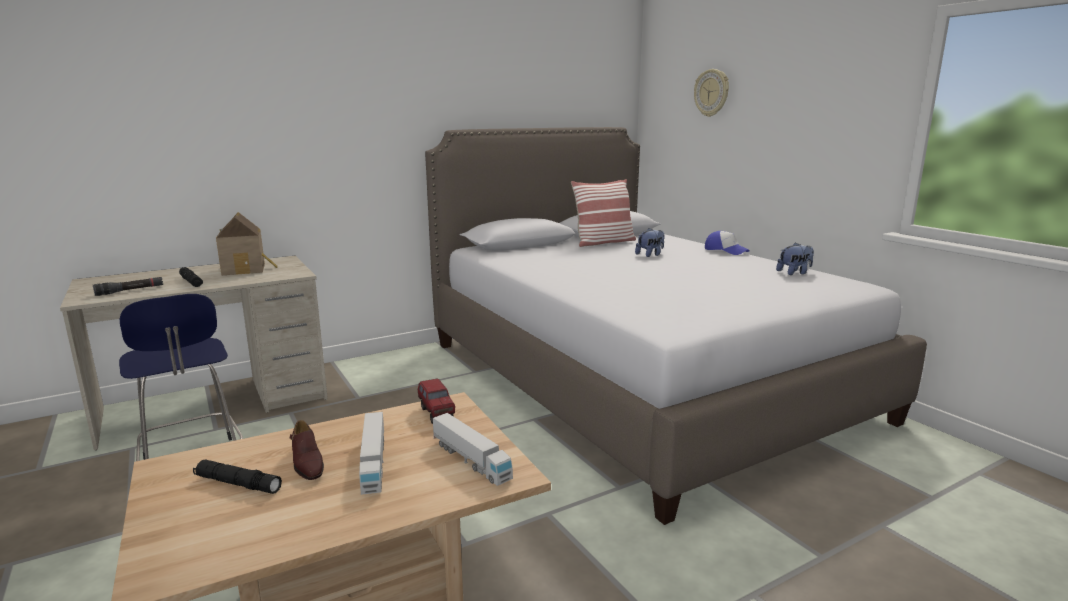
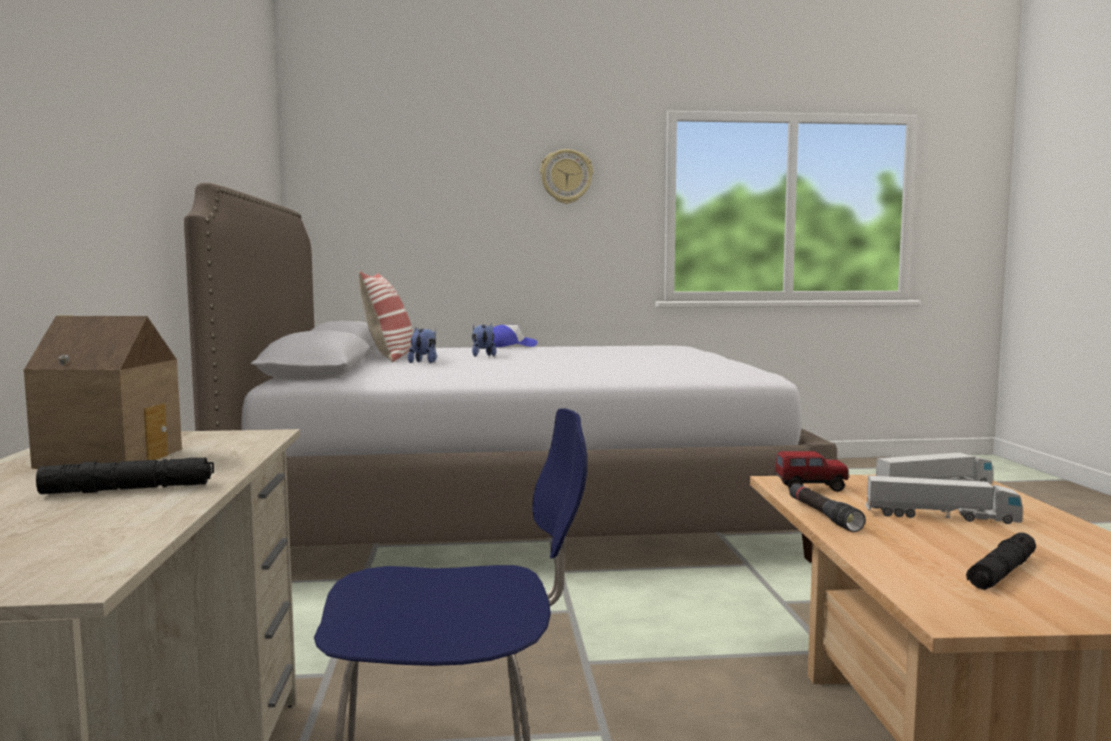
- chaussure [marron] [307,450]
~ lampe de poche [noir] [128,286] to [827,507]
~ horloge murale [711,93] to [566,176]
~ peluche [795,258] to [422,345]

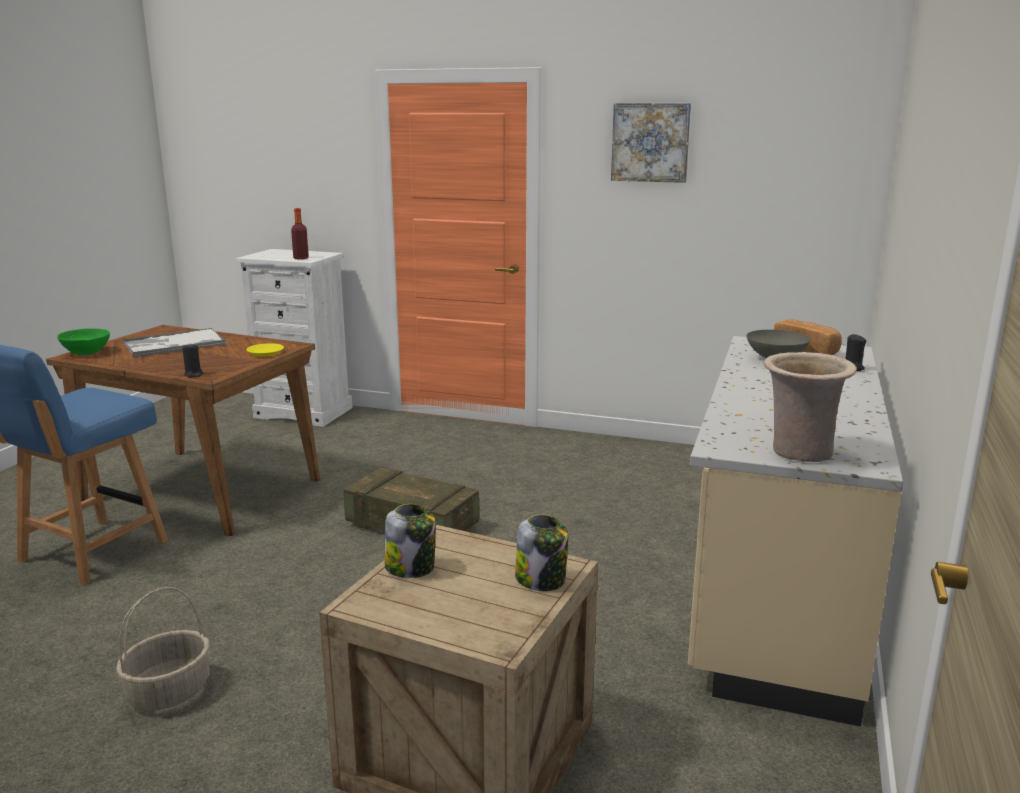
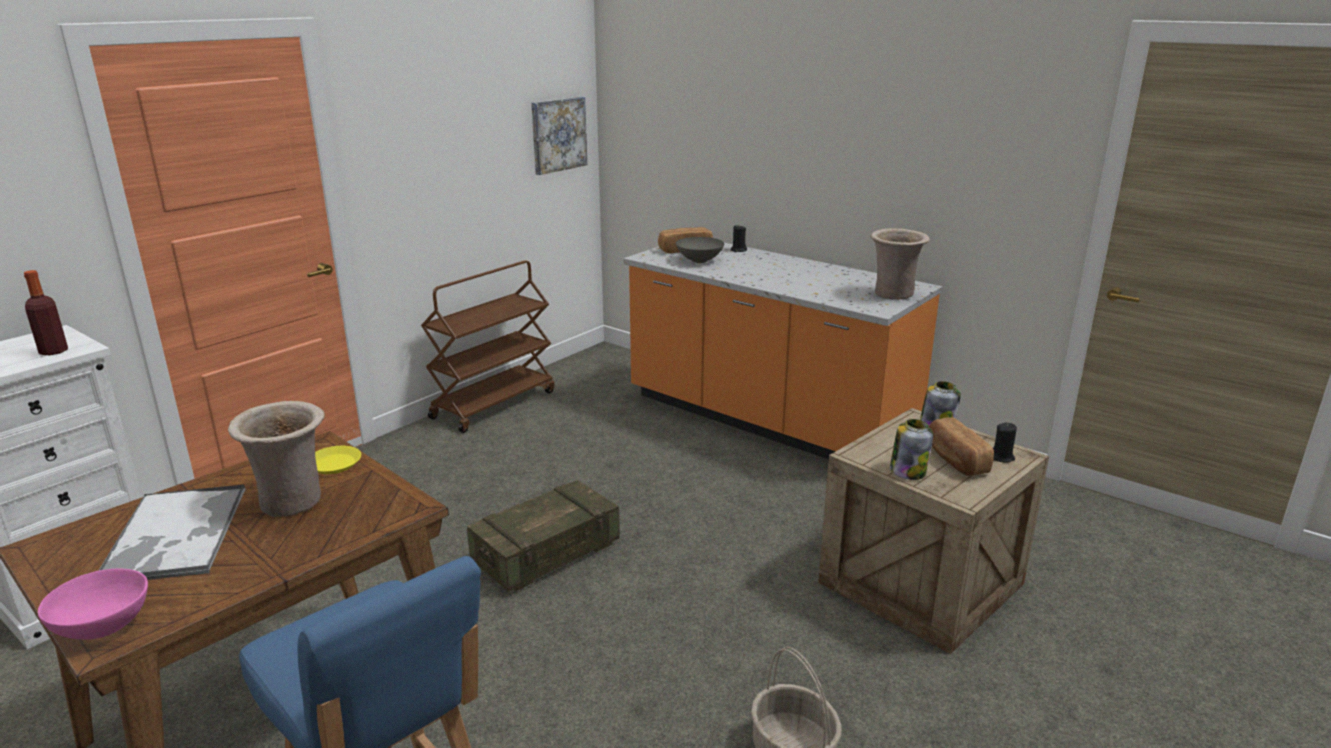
+ vase [beige] [276,459]
+ chariot [marron] [488,346]
+ pain [961,446]
~ bougie [noir] [192,360] to [1005,443]
~ tableau [651,143] to [559,135]
~ bol [vert] [83,341] to bol [rose] [93,604]
~ comptoir de cuisine [beige] [795,531] to comptoir de cuisine [orange] [782,351]

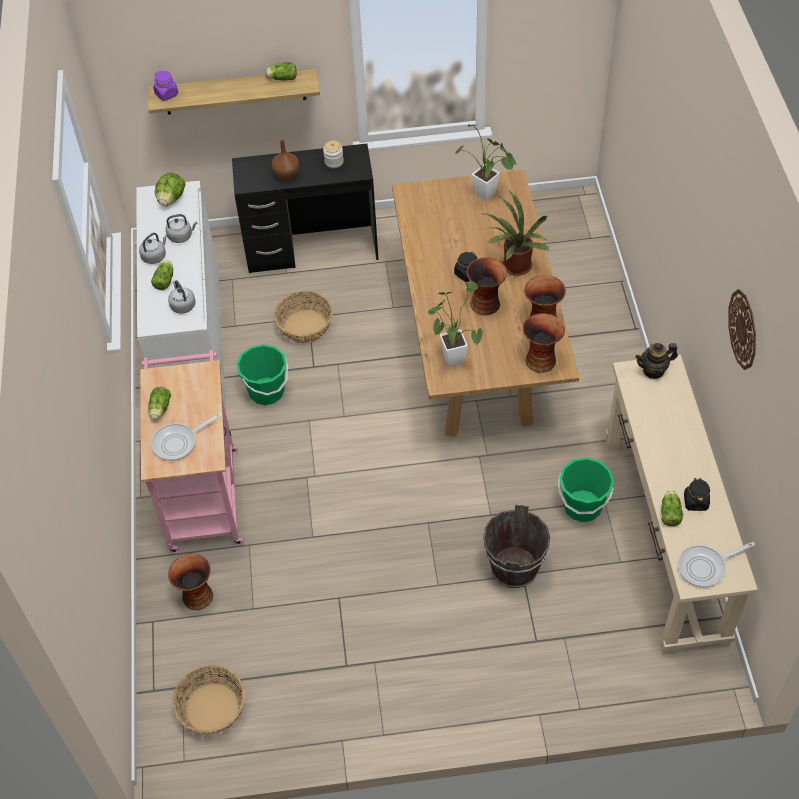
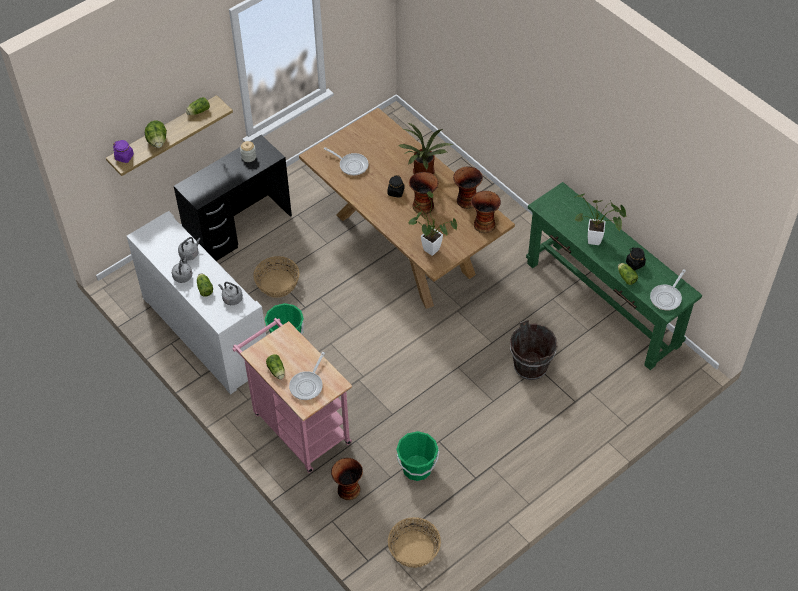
- vase [marron] [285,160]
- théière [656,361]
- horloge murale [742,329]
+ poêle [346,161]
~ laitue [170,190] to [156,134]
~ plante en pot [486,162] to [600,219]
~ seau [vert] [586,489] to [417,456]
~ table console [beige] [681,505] to table console [vert] [614,276]

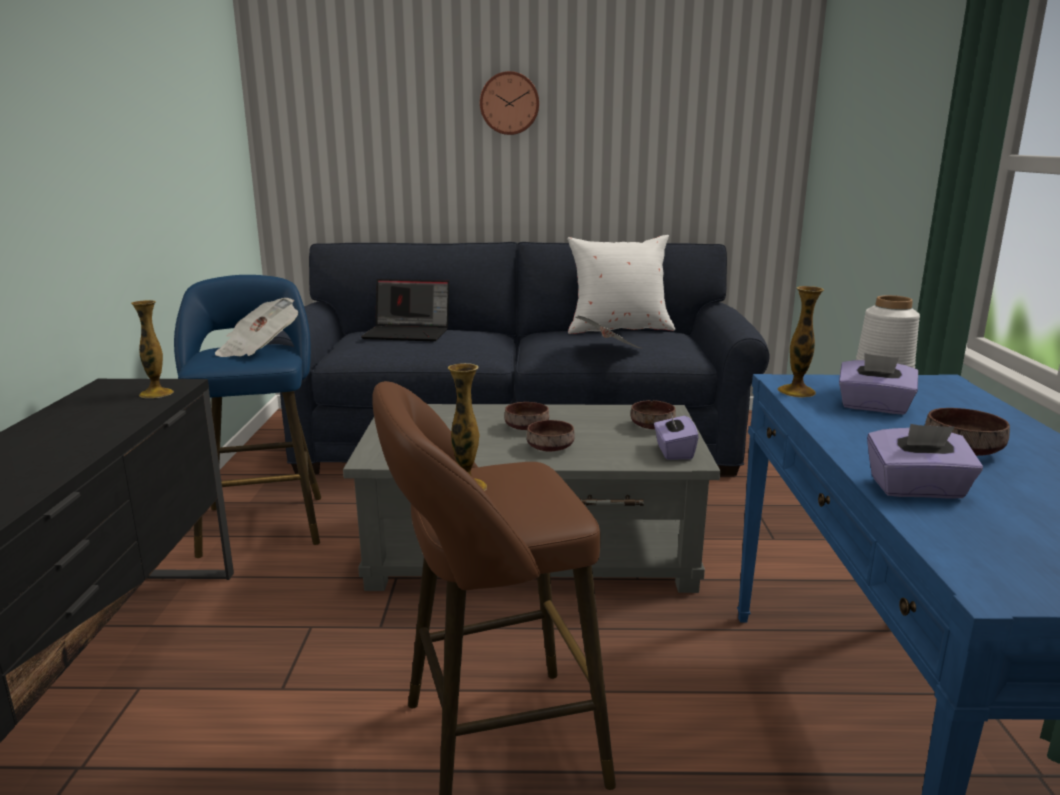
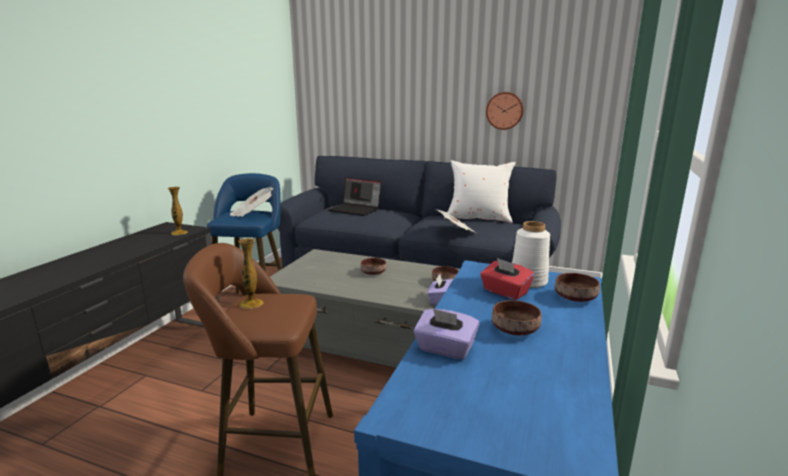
- vase [801,342]
~ horloge murale [509,103] to [505,111]
~ bol [marron] [551,435] to [577,287]
~ boîte à mouchoirs [violet] [878,383] to boîte à mouchoirs [rouge] [507,279]

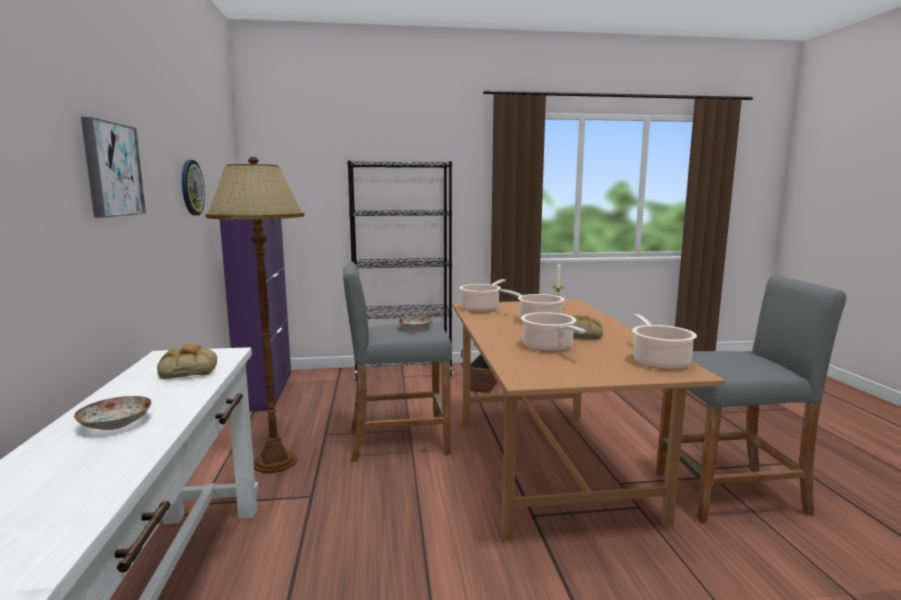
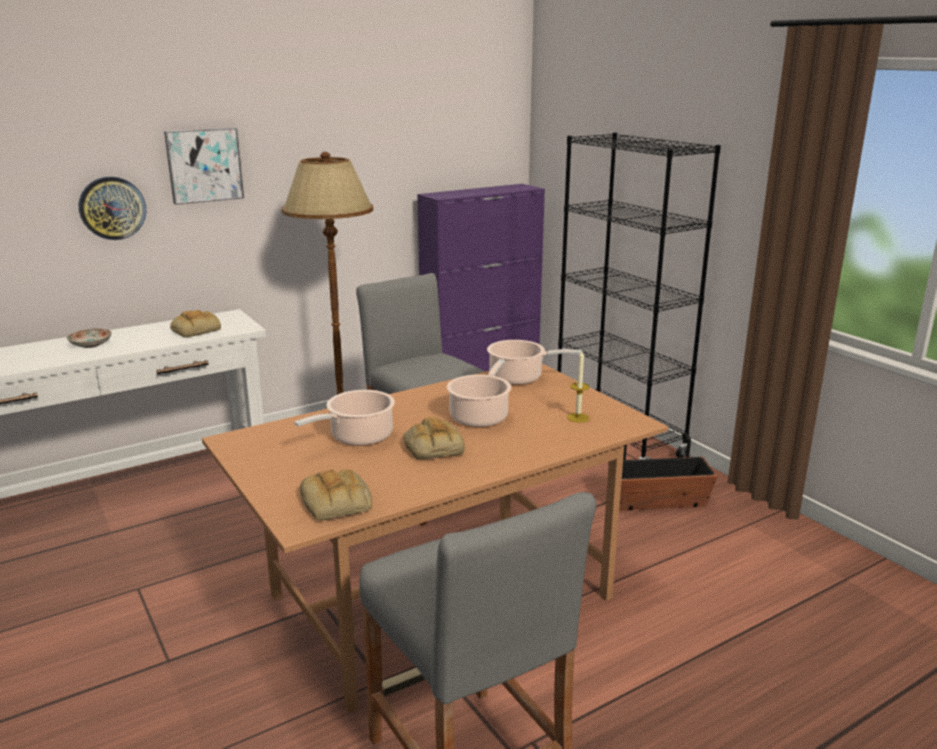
- assiette [415,323]
~ horloge murale [193,188] to [112,208]
~ marmite [664,342] to pain [336,495]

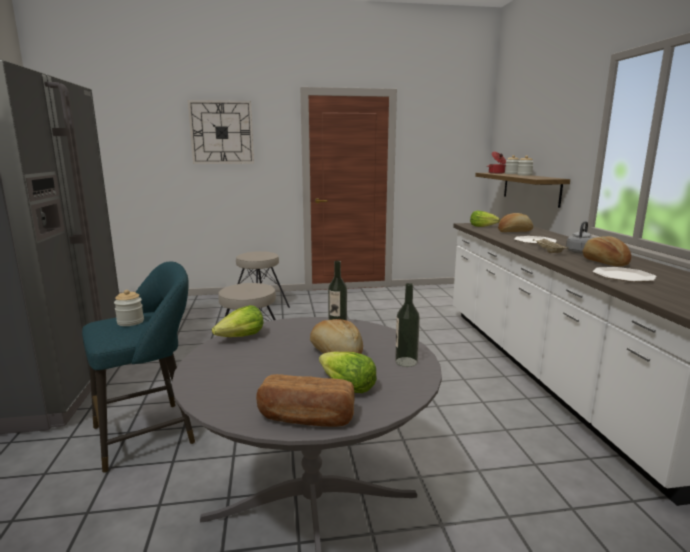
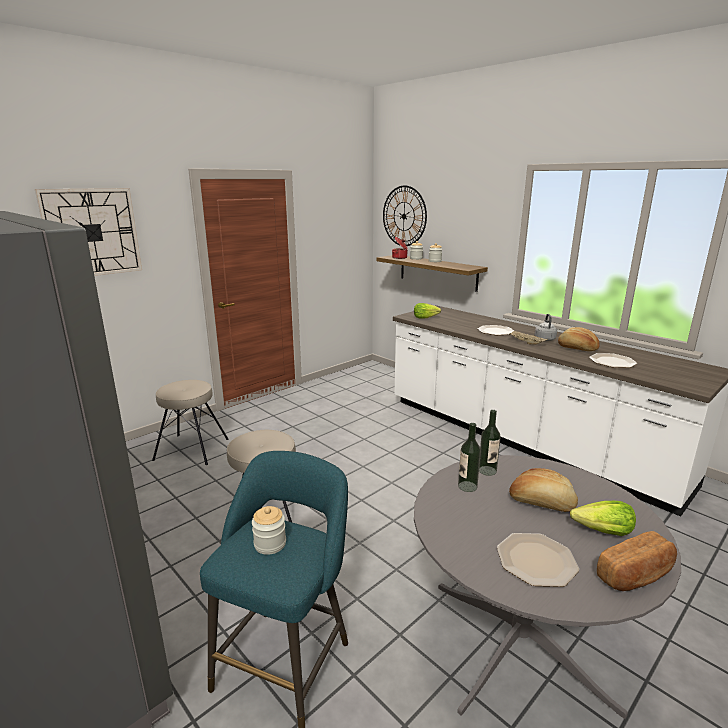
- laitue [238,321]
- pain [515,222]
+ horloge murale [405,215]
+ assiette [538,560]
~ bouteille [407,325] to [469,457]

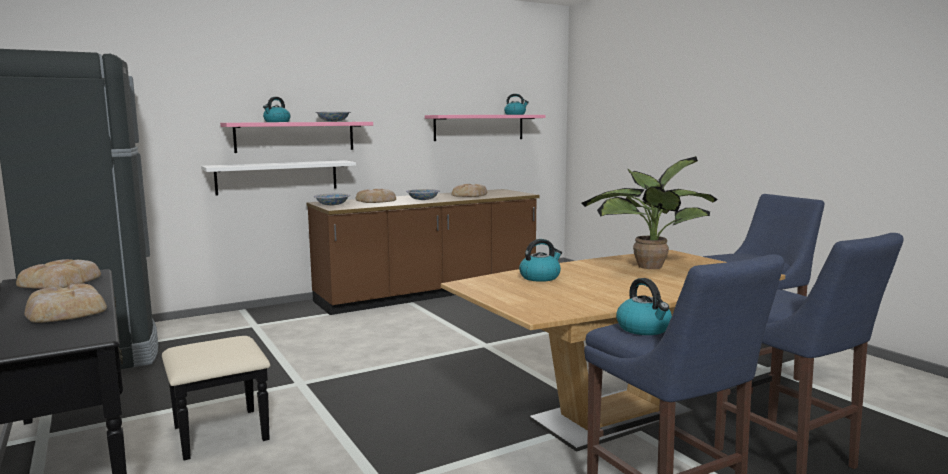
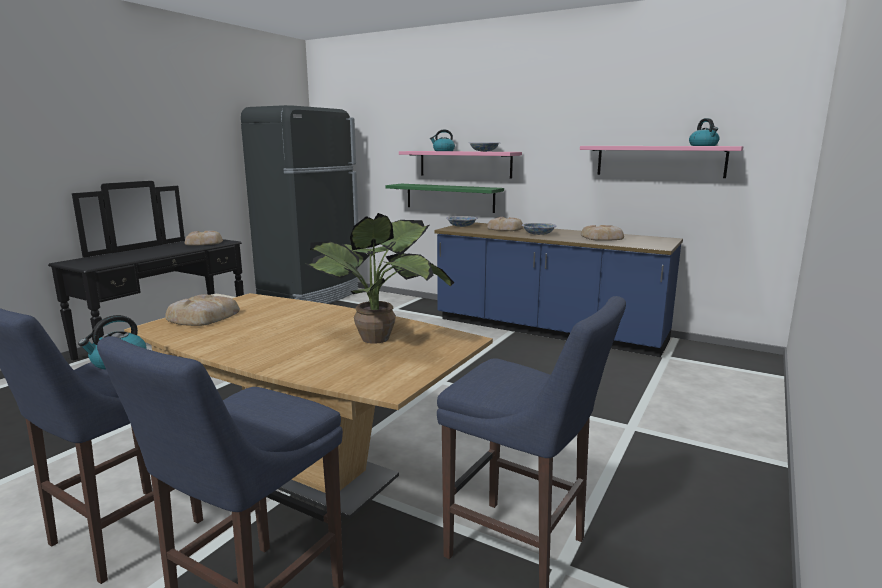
- bouilloire [540,260]
~ pain [65,303] to [202,310]
~ étagère [blanc] [278,178] to étagère [vert] [445,198]
~ comptoir de cuisine [marron] [423,252] to comptoir de cuisine [bleu] [558,289]

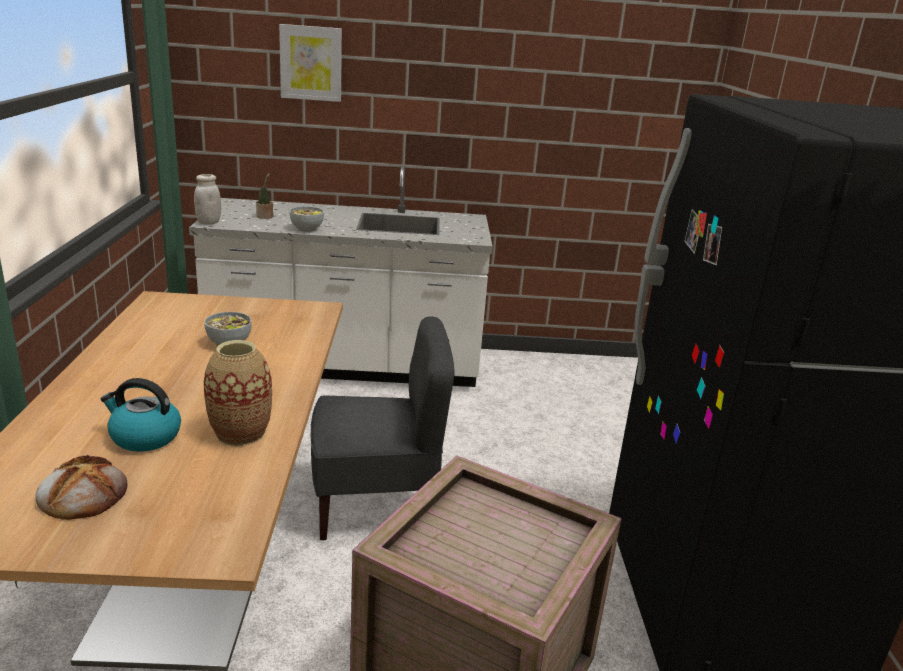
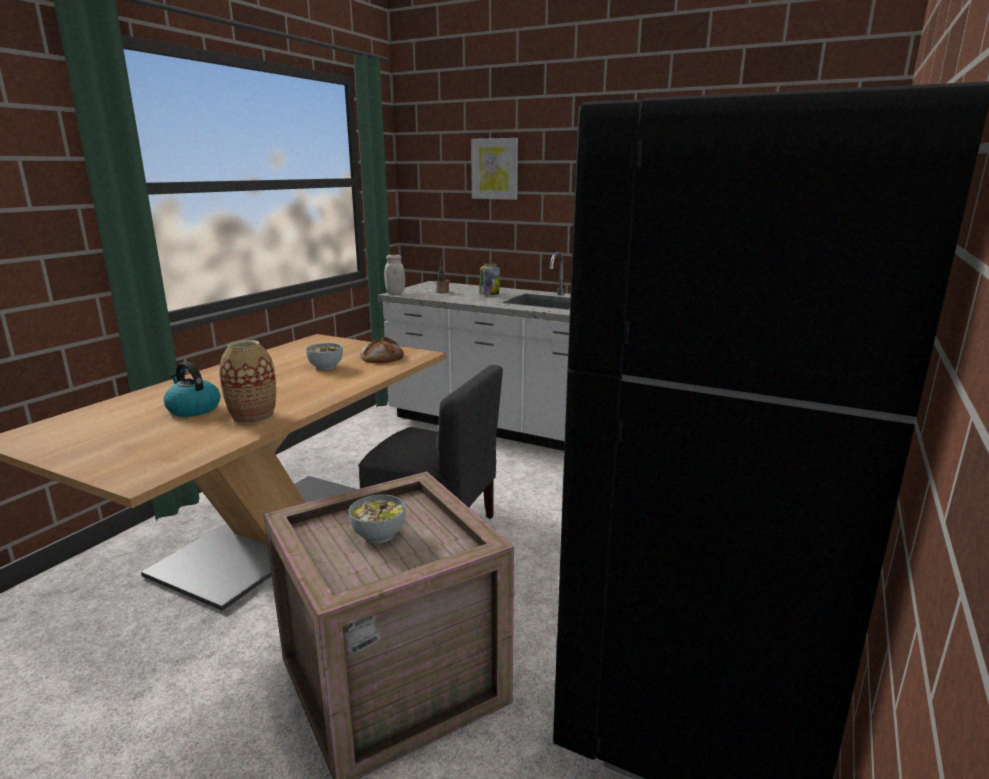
+ bocal [489,279]
~ pain [81,487] to [382,350]
~ bol [306,219] to [377,519]

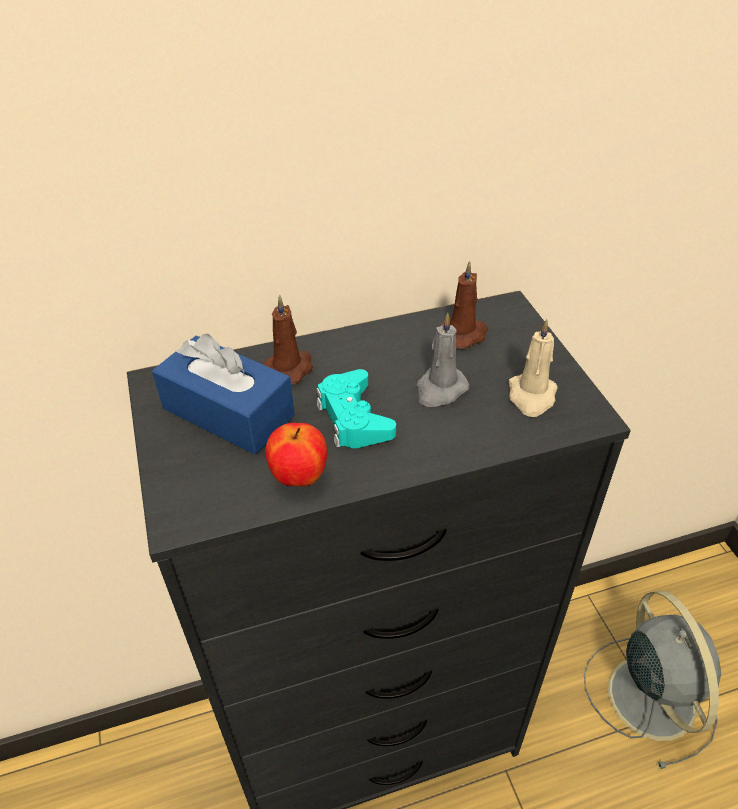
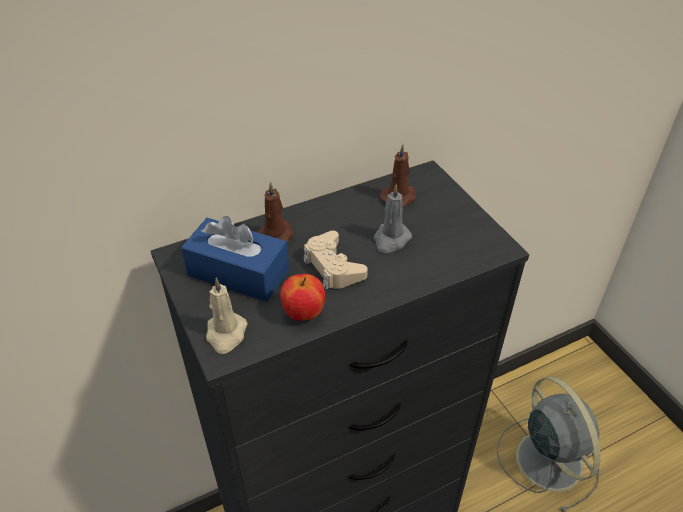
~ bougie [beige] [533,368] to [227,315]
~ manette [turquoise] [356,408] to manette [beige] [335,260]

